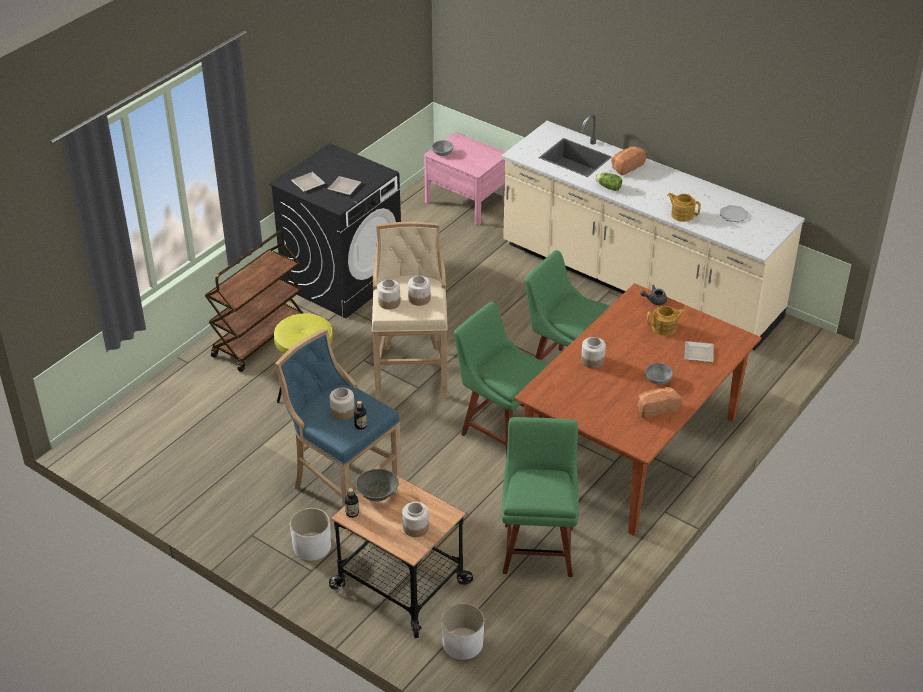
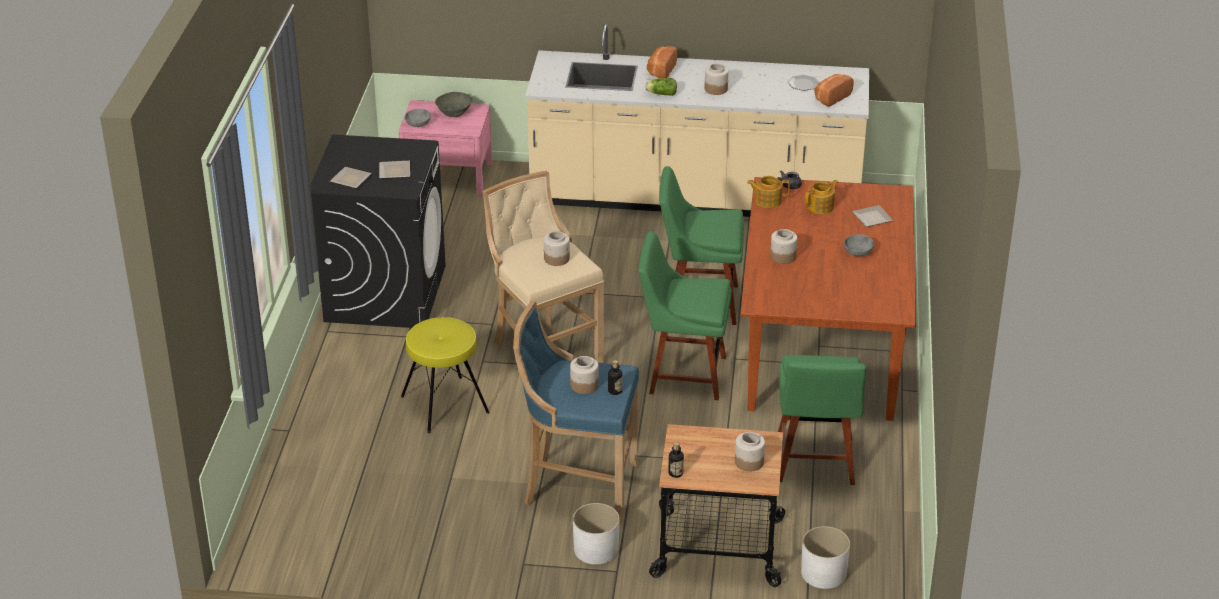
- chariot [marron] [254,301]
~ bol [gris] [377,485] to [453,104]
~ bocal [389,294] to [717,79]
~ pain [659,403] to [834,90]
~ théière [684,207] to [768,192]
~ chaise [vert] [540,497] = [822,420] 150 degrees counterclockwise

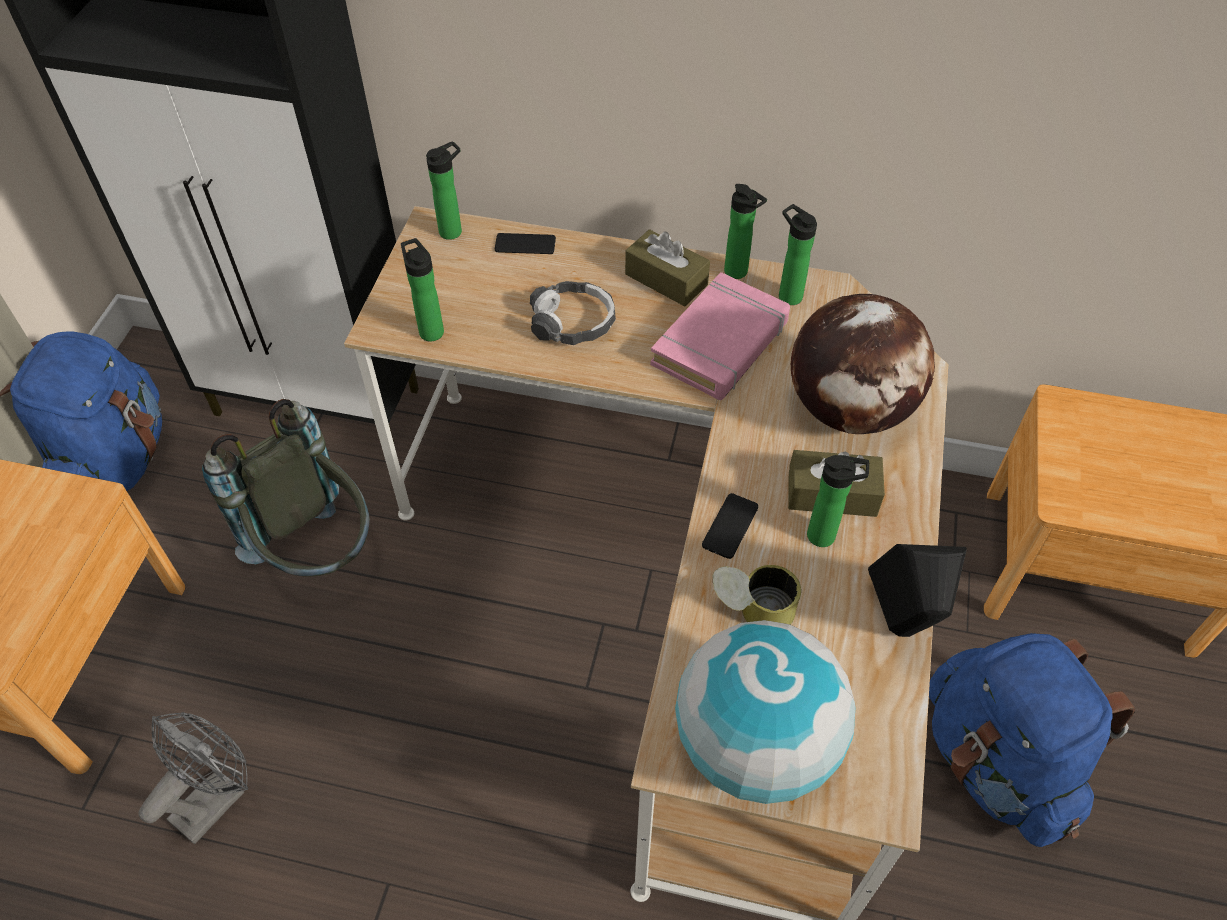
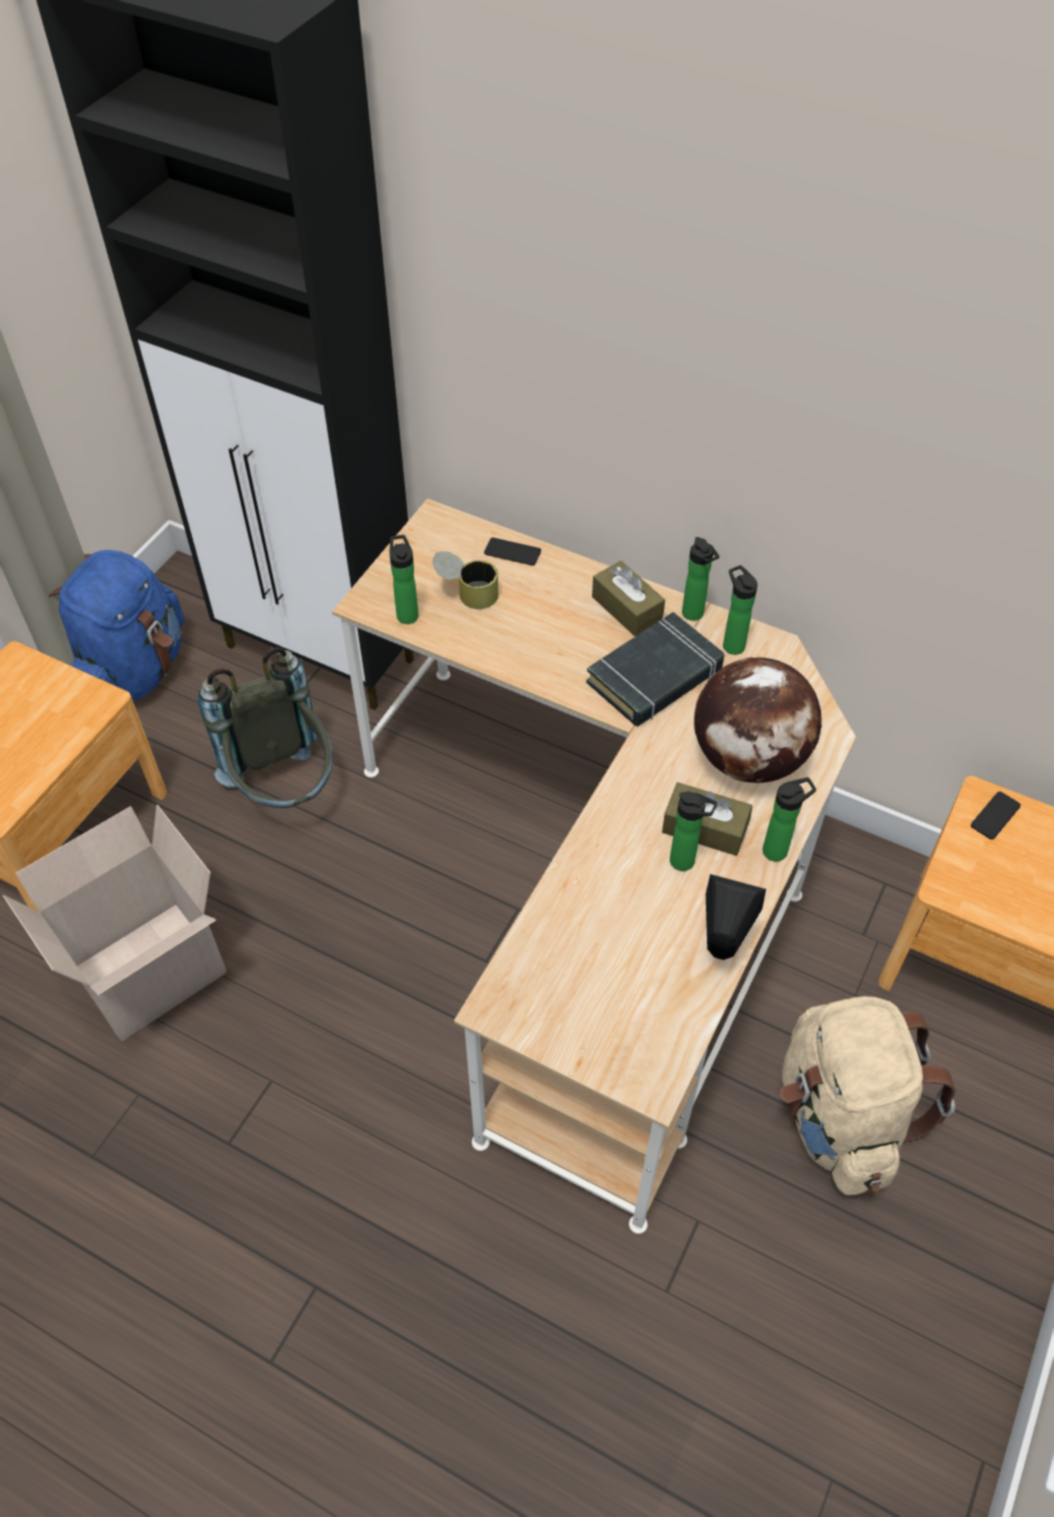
- casque audio [573,313]
- globe [765,712]
~ bouteille [444,190] to [789,819]
~ téléphone [730,526] to [996,815]
~ boîte métallique [756,595] to [465,580]
~ ventilateur [gris] [193,778] to carton [115,923]
~ livre [rose] [720,336] to livre [noir] [655,669]
~ sac à dos [bleu] [1032,740] to sac à dos [beige] [867,1095]

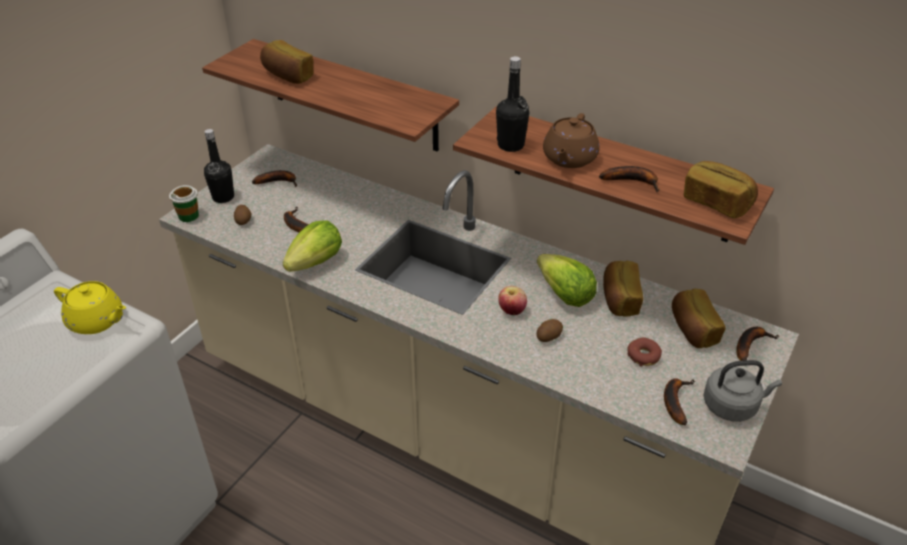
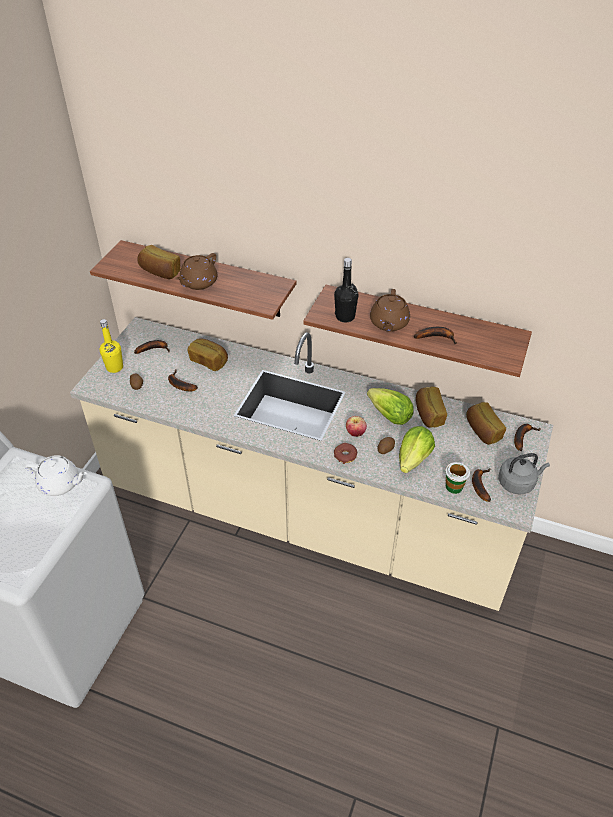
+ théière [marron] [196,271]
~ tasse [184,203] to [457,478]
~ laitue [312,246] to [417,449]
~ beignet [645,352] to [345,453]
~ pain [720,189] to [208,354]
~ théière [jaune] [90,307] to théière [blanc] [56,475]
~ bouteille [noir] [219,166] to bouteille [jaune] [111,346]

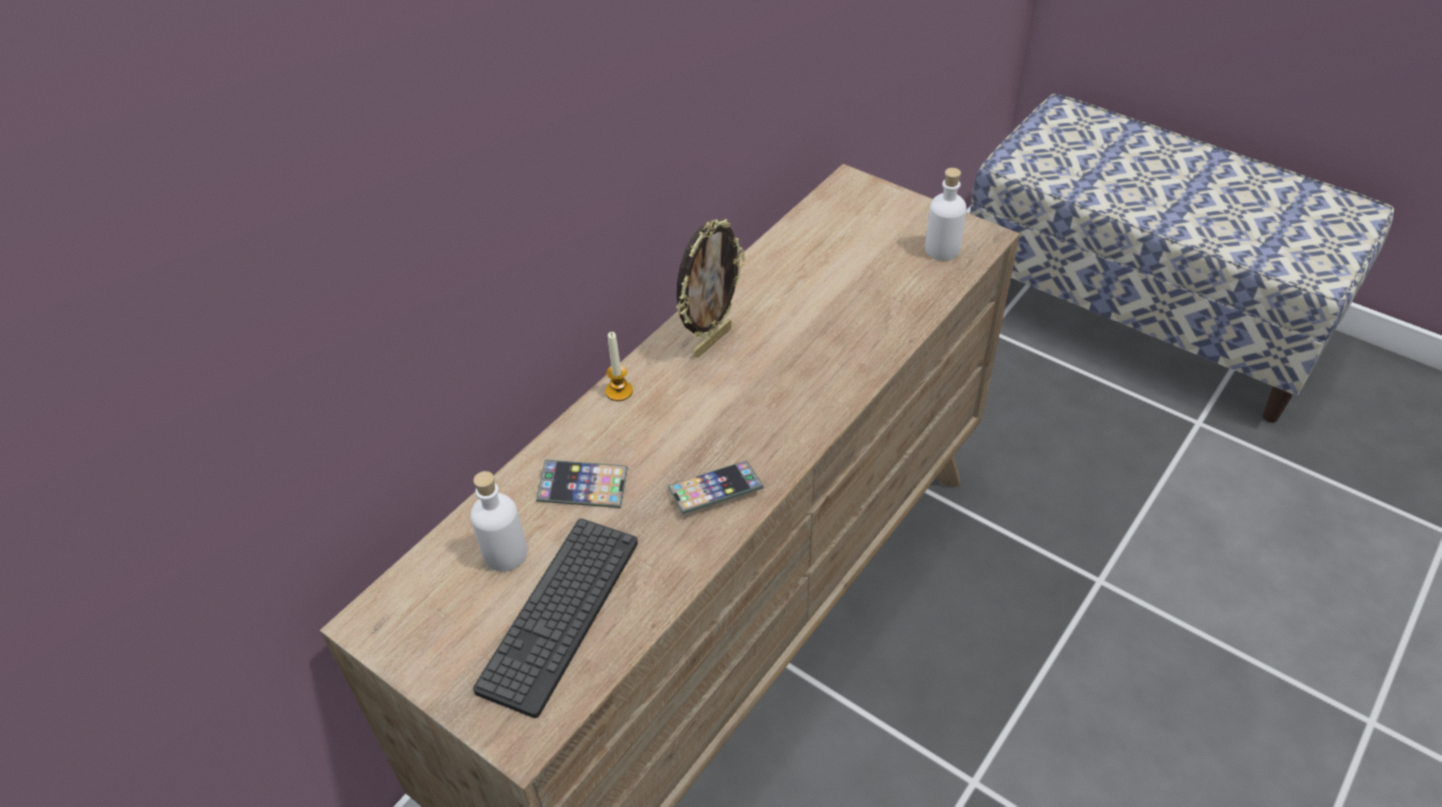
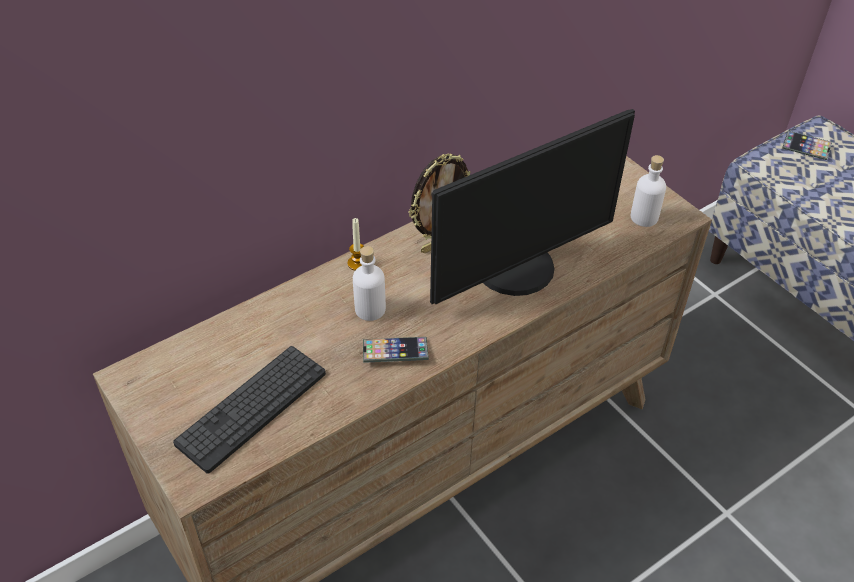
+ écran d'ordinateur [532,206]
~ bouteille [blanc] [498,521] to [369,283]
~ téléphone [582,484] to [807,145]

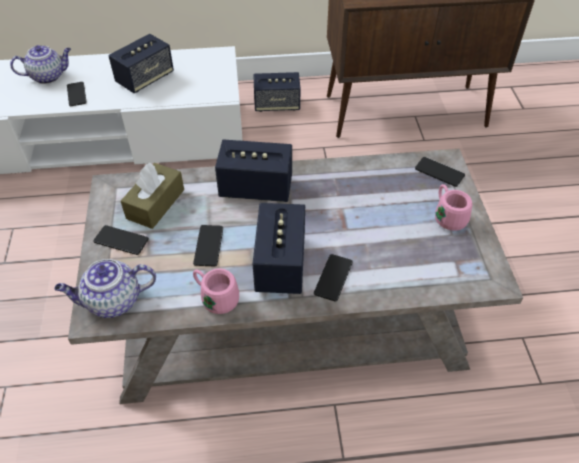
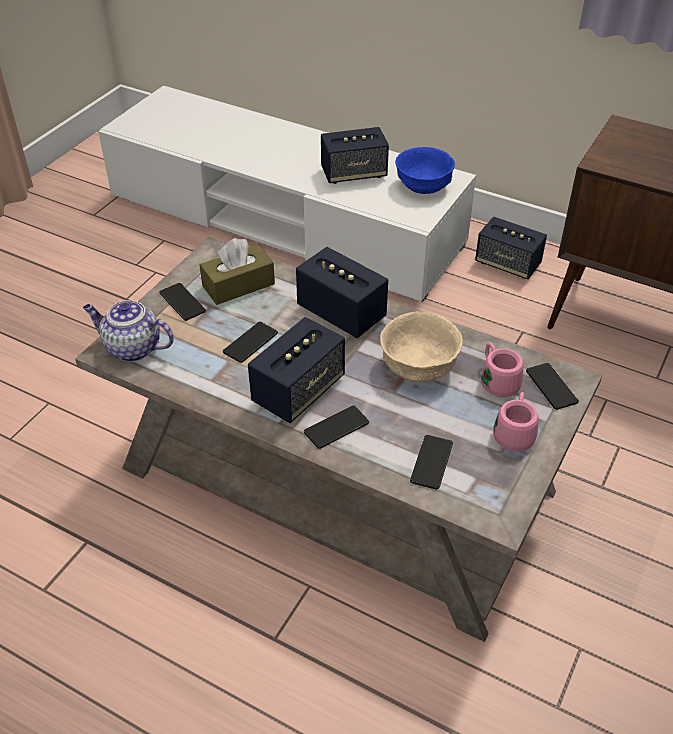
- théière [40,64]
+ bol [beige] [421,346]
+ bol [bleu] [425,170]
~ téléphone [77,94] to [431,462]
~ mug [rose] [216,291] to [502,370]

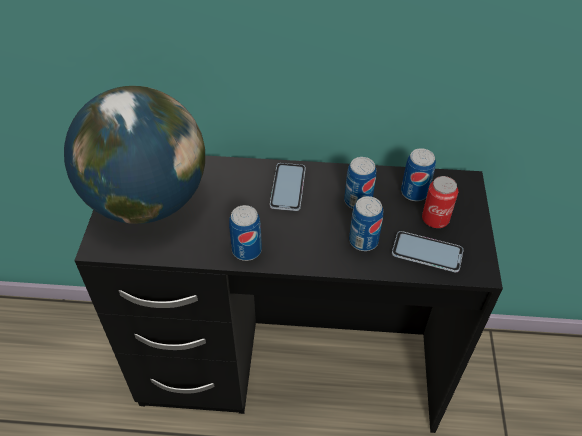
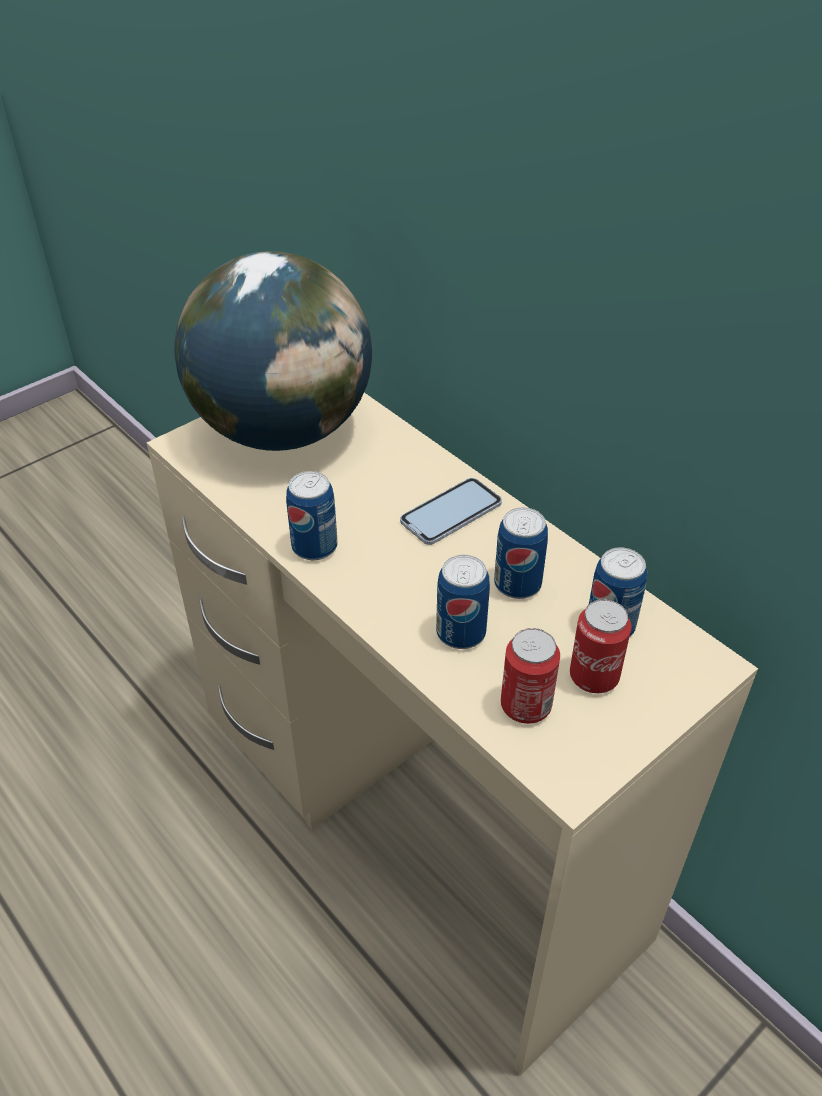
~ téléphone [428,252] to boîte métallique [530,676]
~ bureau [noir] [288,294] to bureau [beige] [452,734]

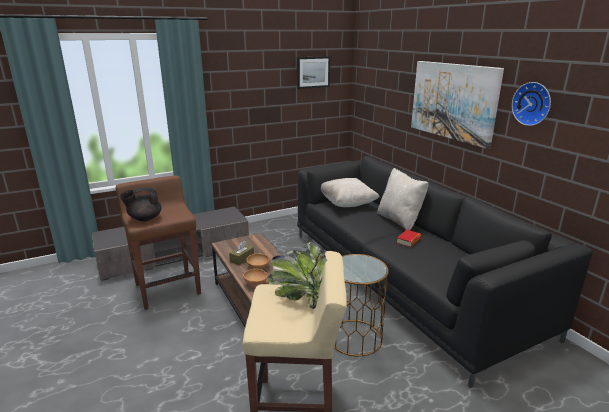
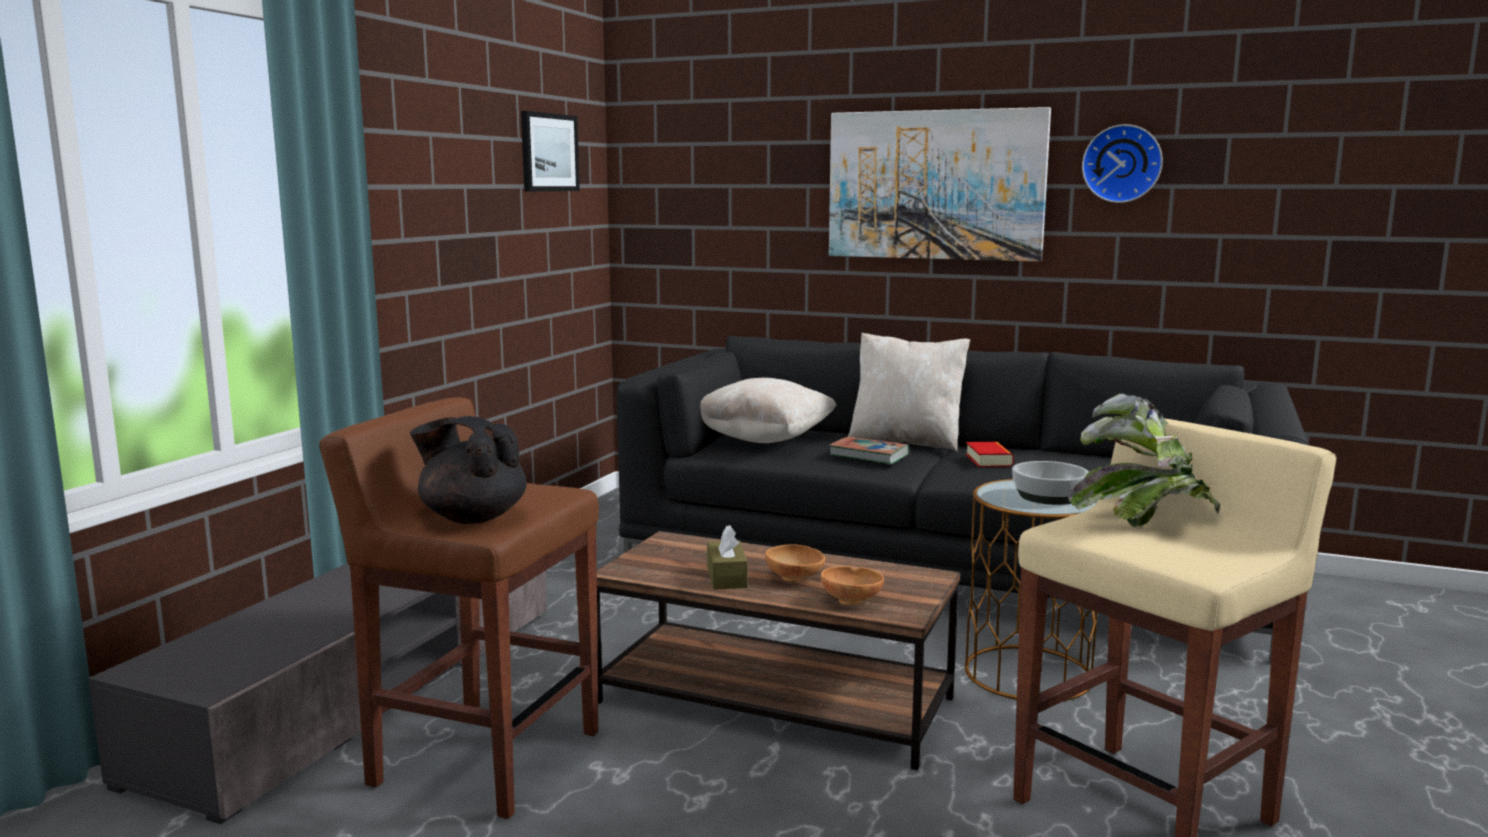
+ livre [869,450]
+ bol [1050,483]
~ théière [noir] [141,204] = [468,470] 90 degrees clockwise

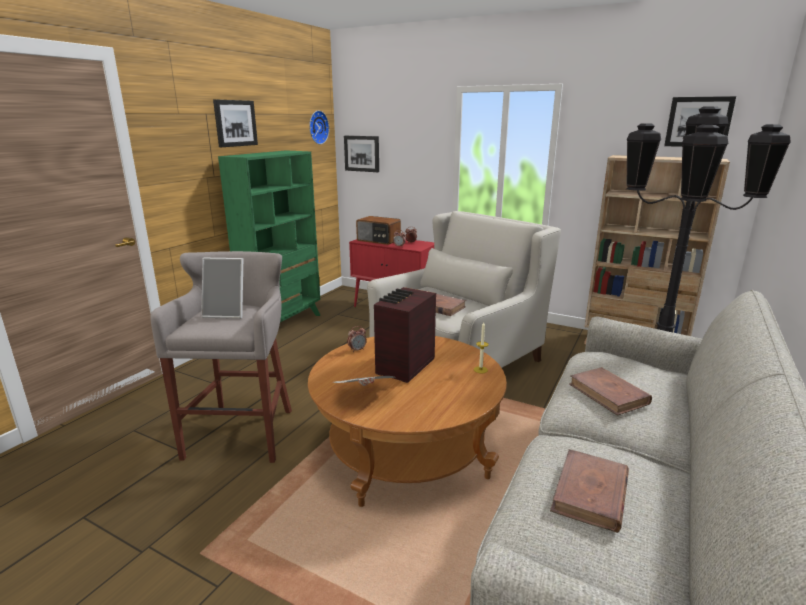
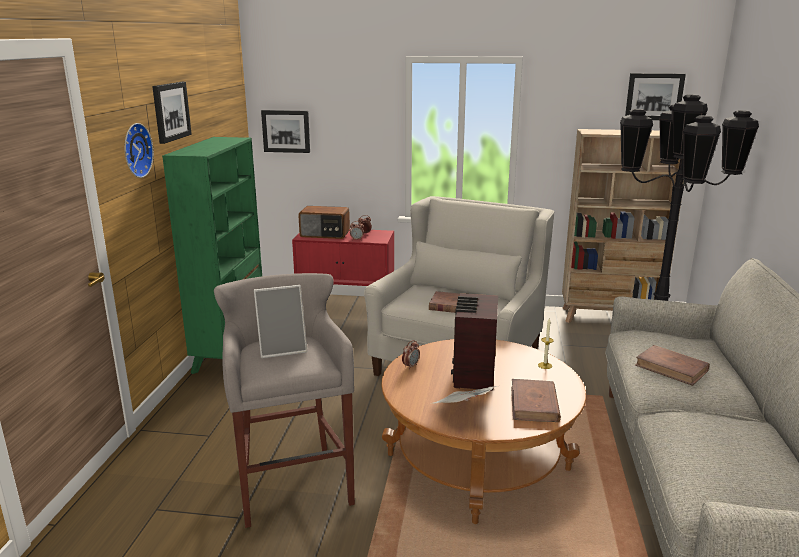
~ horloge murale [319,127] to [139,150]
~ livre [marron] [589,491] to [536,400]

